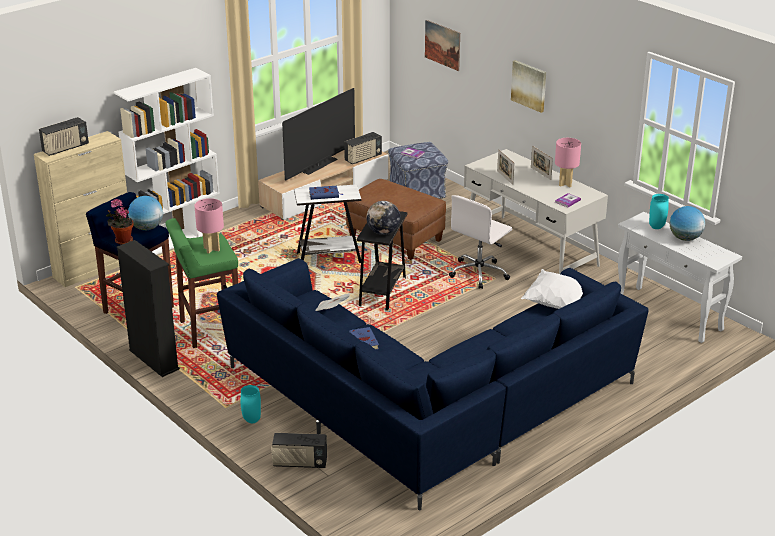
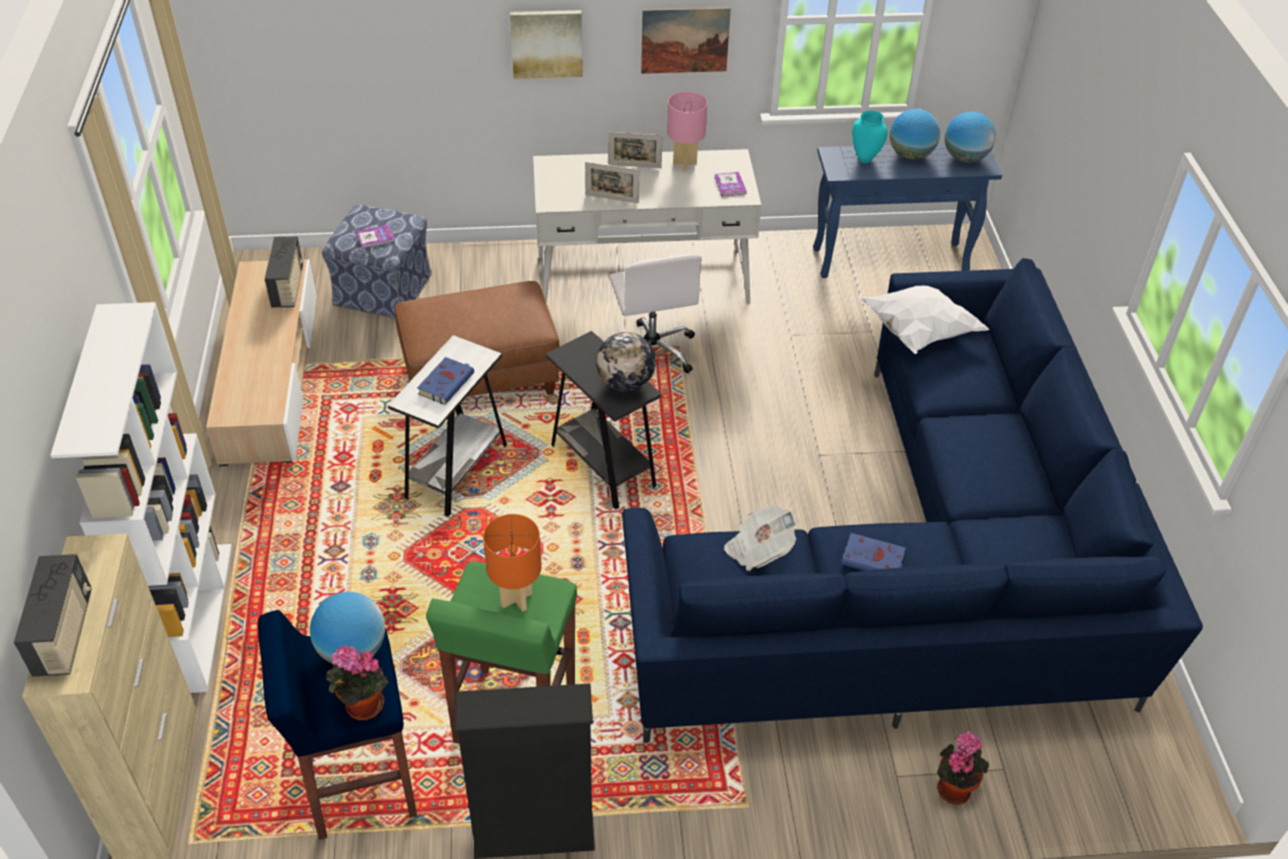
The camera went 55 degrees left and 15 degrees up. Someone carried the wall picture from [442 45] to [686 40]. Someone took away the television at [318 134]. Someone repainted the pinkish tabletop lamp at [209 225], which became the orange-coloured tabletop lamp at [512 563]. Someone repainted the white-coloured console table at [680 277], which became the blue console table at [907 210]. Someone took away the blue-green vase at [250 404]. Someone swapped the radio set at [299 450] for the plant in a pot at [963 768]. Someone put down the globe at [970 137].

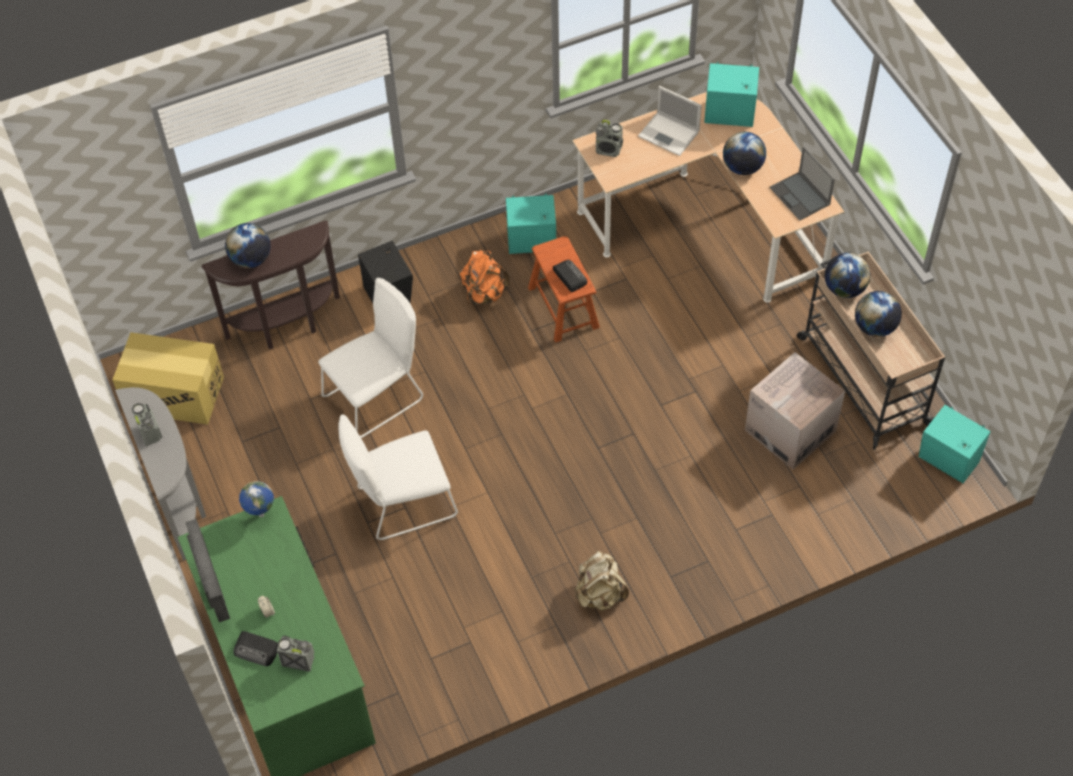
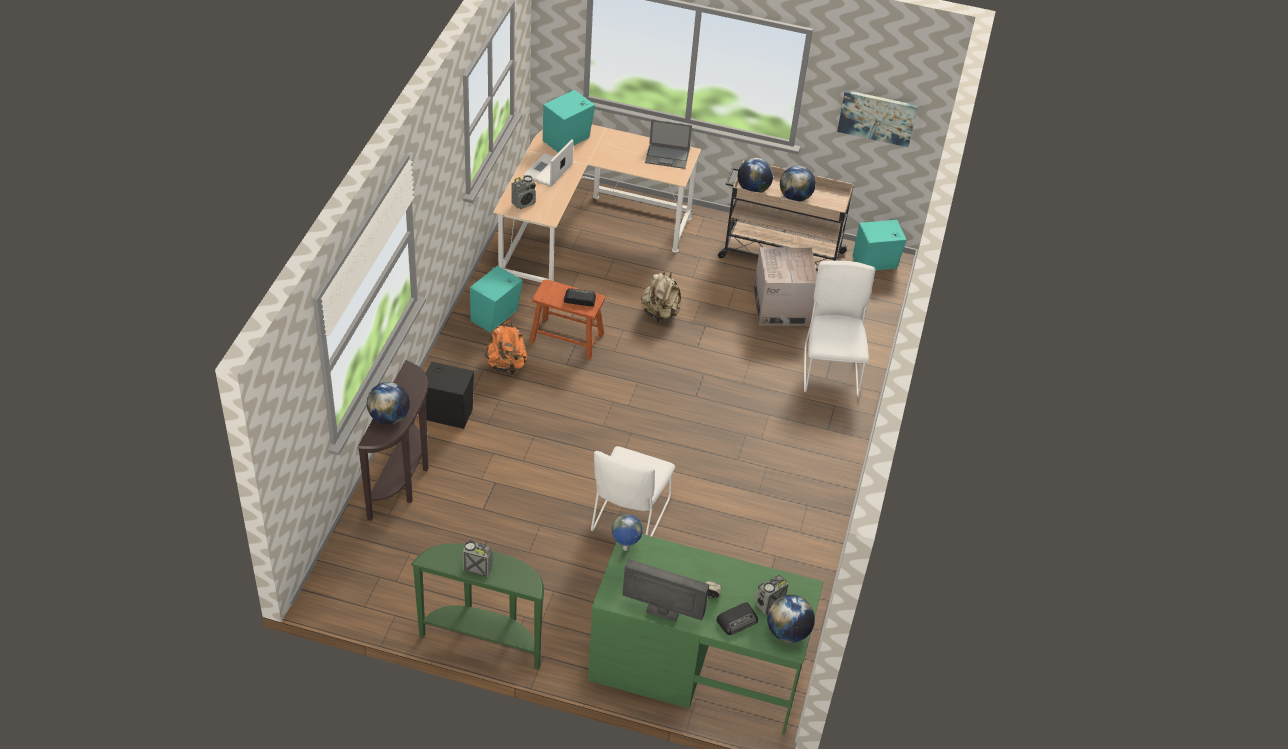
The camera went 55 degrees left and 10 degrees down. Someone rotated the notebook computer at [670 121] by 135 degrees clockwise. Someone carried the globe from [744 153] to [791 619]. Someone carried the white-coloured chair from [370 358] to [839 329]. Someone took away the cardboard box at [168 378]. Someone repainted the gray console table at [160 474], which became the green console table at [477 606]. Someone carried the sand-coloured knapsack from [602 581] to [661 296]. Someone put up the wall picture at [877 118].

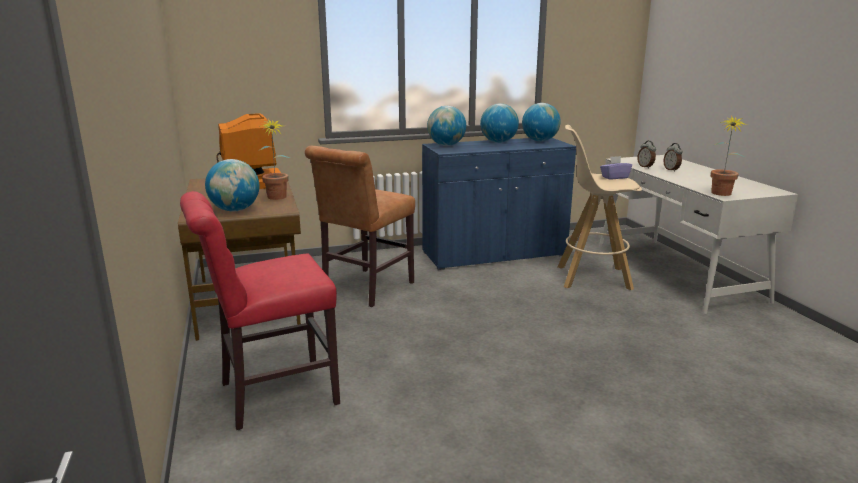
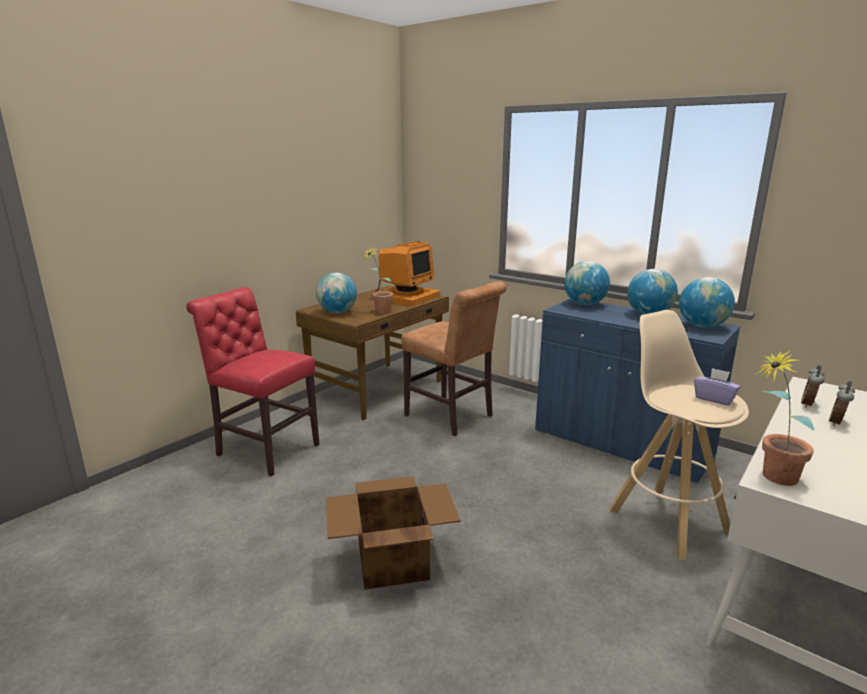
The camera went 55 degrees right and 0 degrees up. Someone rotated the brown-coloured chair at [360 226] by 135 degrees counterclockwise. Someone put down the cardboard box at [393 533].

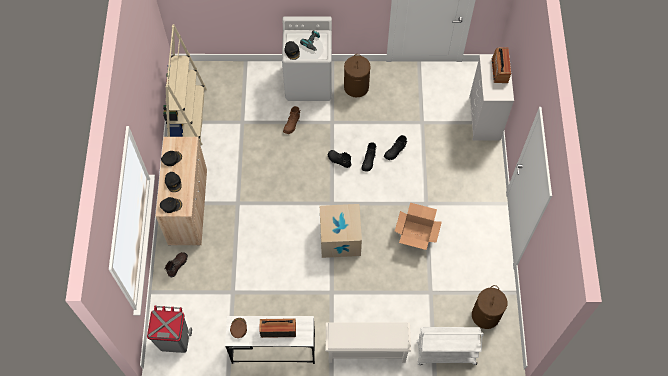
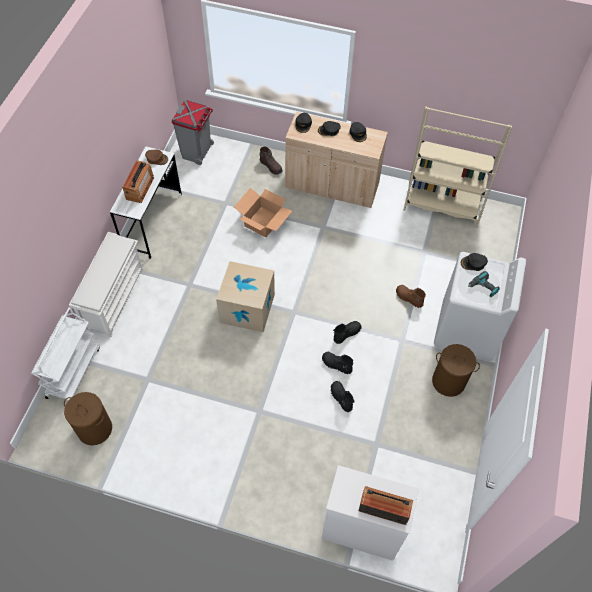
The camera went 105 degrees right and 5 degrees down. Someone carried the cardboard box from [418 226] to [263 213].

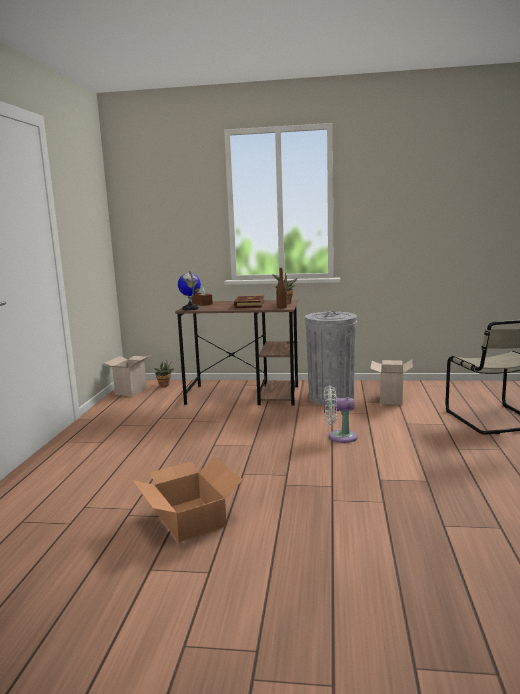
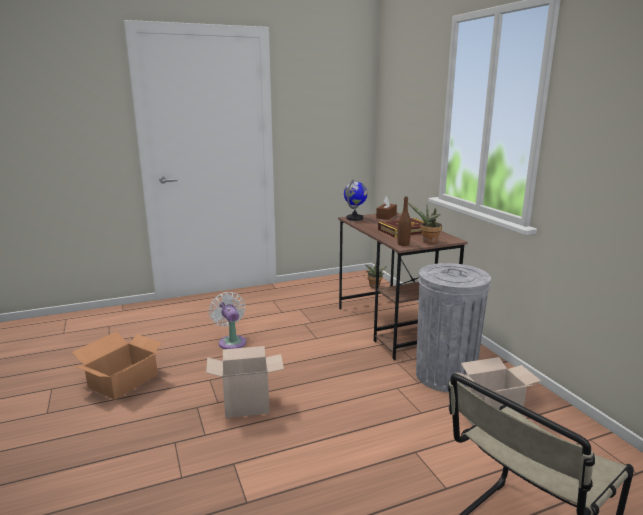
The camera went 60 degrees right and 5 degrees up. Someone carried the cardboard box from [127 376] to [245 382]. Someone carried the white-coloured cooling fan from [341 414] to [227 320].

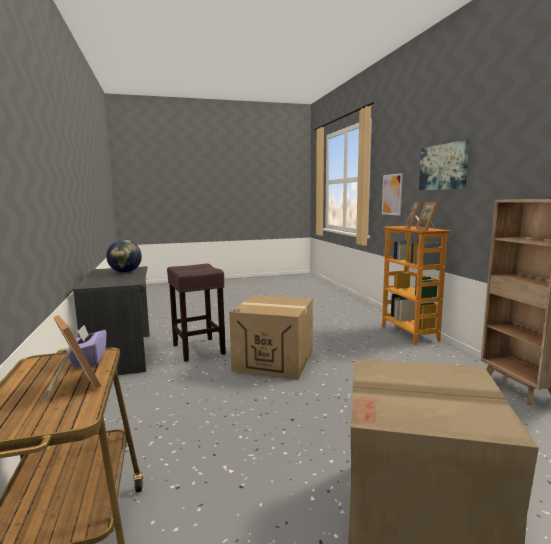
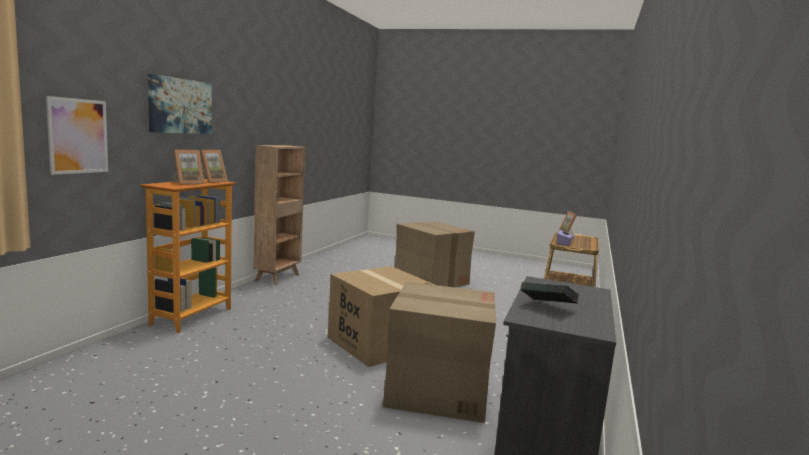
The camera went 145 degrees left and 0 degrees up. Someone swapped the globe at [124 256] for the book at [550 292]. Someone swapped the brown-coloured stool seat at [196 313] for the cardboard box at [439 352].

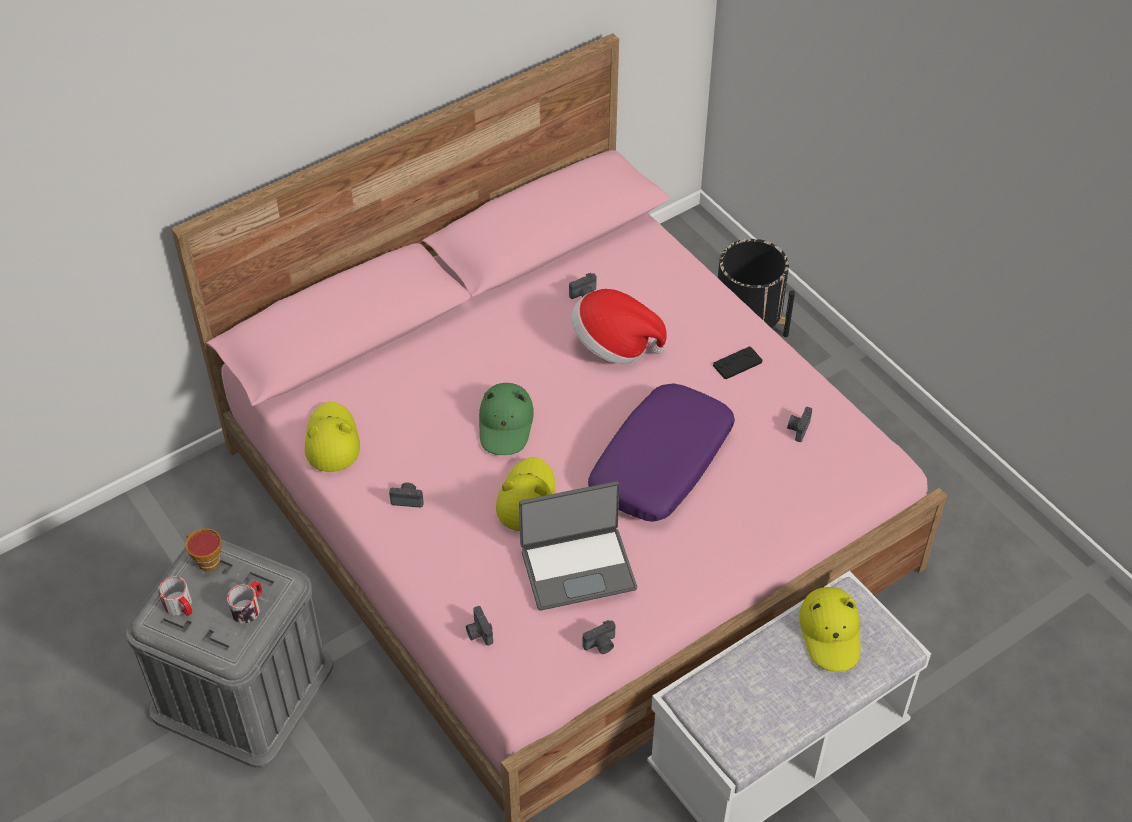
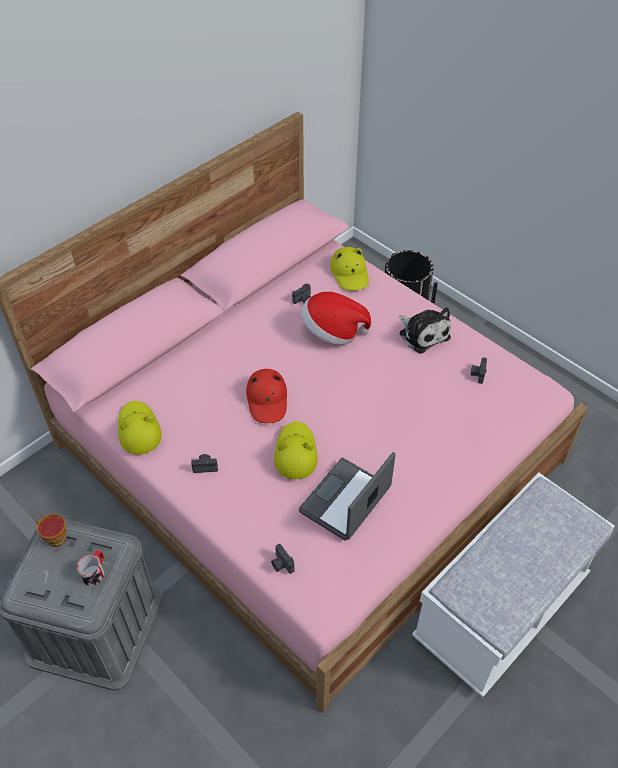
The camera went 10 degrees left and 0 degrees up. Someone swapped the blackish joypad at [737 362] for the plush toy at [425 331]. Someone repainted the green hat at [506 419], which became the red hat at [266 396]. Someone took away the purple-coloured pillow at [661 452]. Someone rotated the notebook computer at [578 546] by 150 degrees clockwise. Someone took away the coffee mug at [175 596]. Someone carried the yellow hat from [829 629] to [349 269]. Someone took away the photo camera at [598 637].

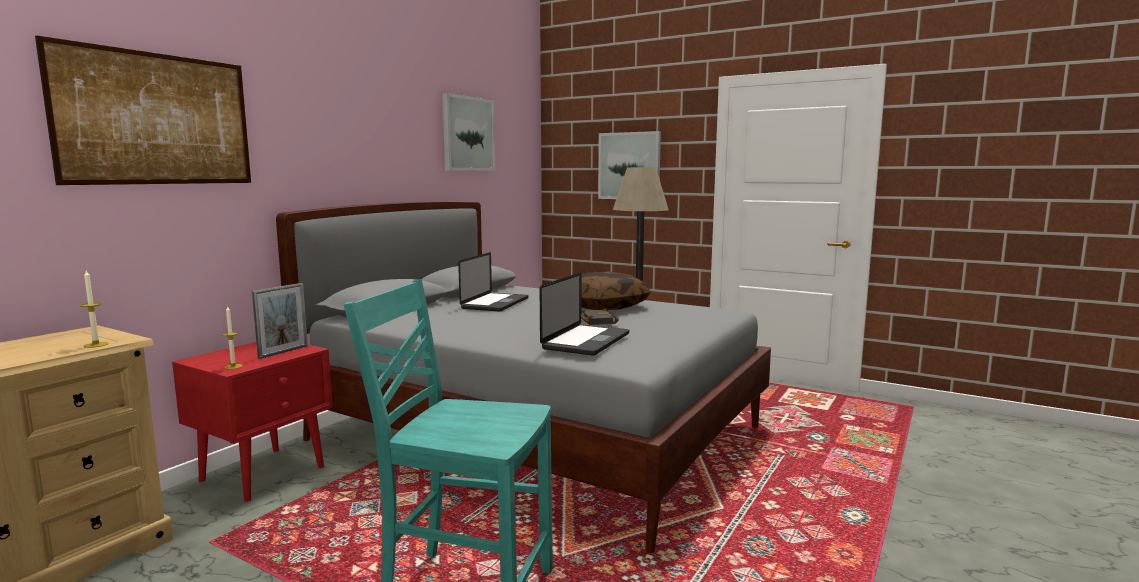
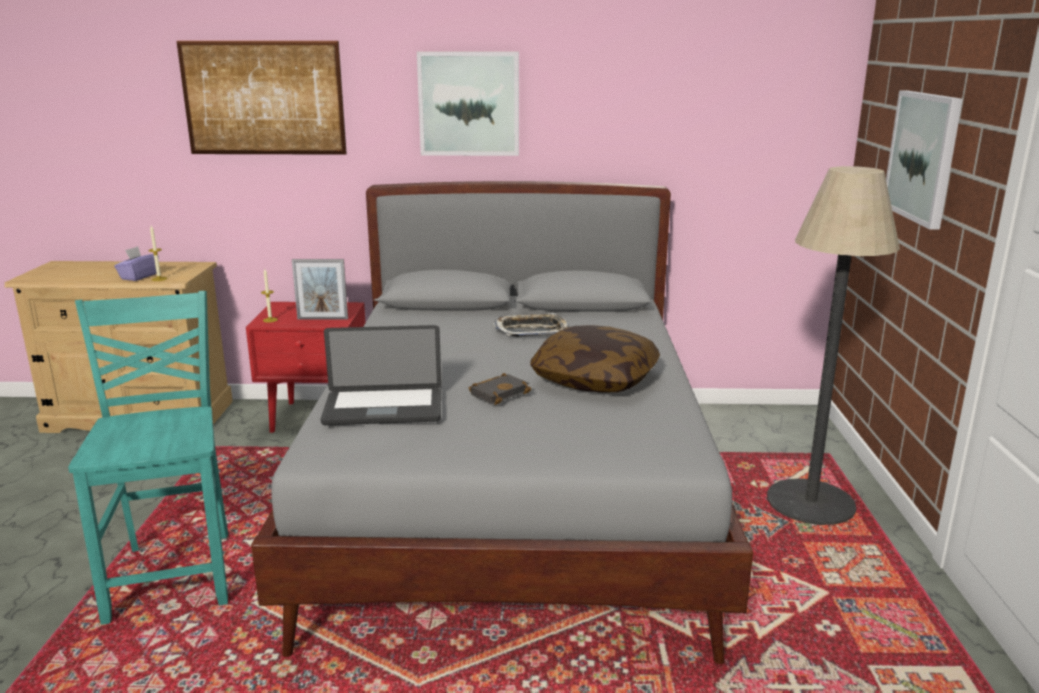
The camera went 60 degrees right and 10 degrees up. Someone carried the wall picture from [468 132] to [468 104]. Someone swapped the notebook computer at [493 282] for the carrying tray at [531 325]. Someone put down the purple-coloured tissue holder at [136 263].

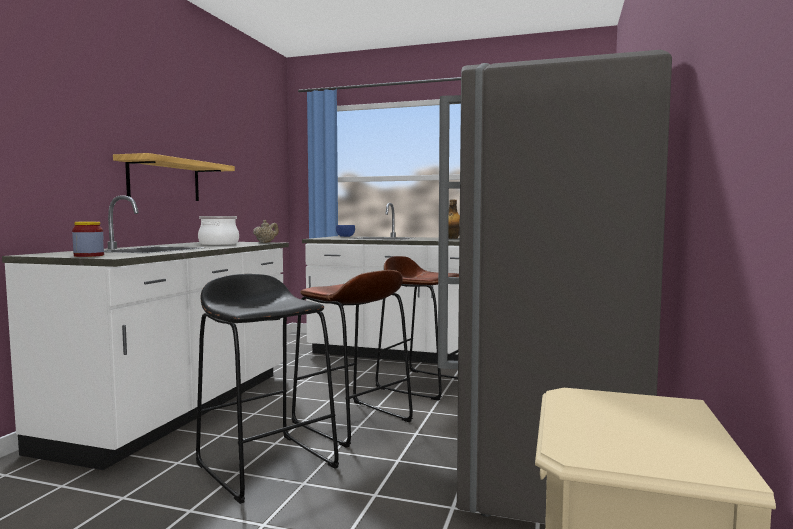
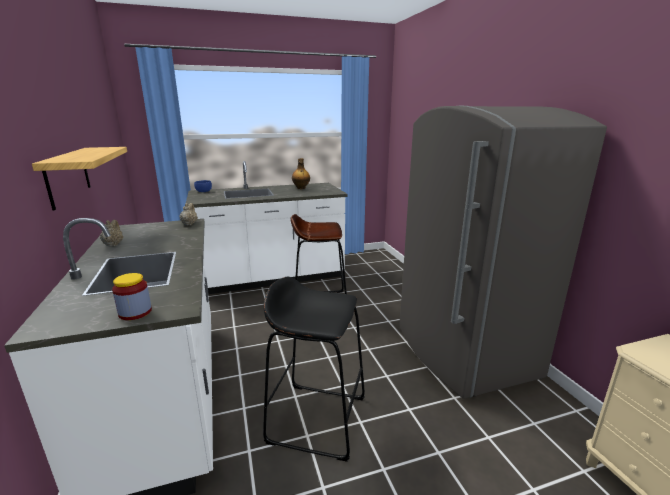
The camera went 35 degrees left and 15 degrees up. Someone took away the cooking pot at [218 230]. Someone took away the brown-coloured stool seat at [352 359]. Someone put down the sand-coloured teapot at [111 233].

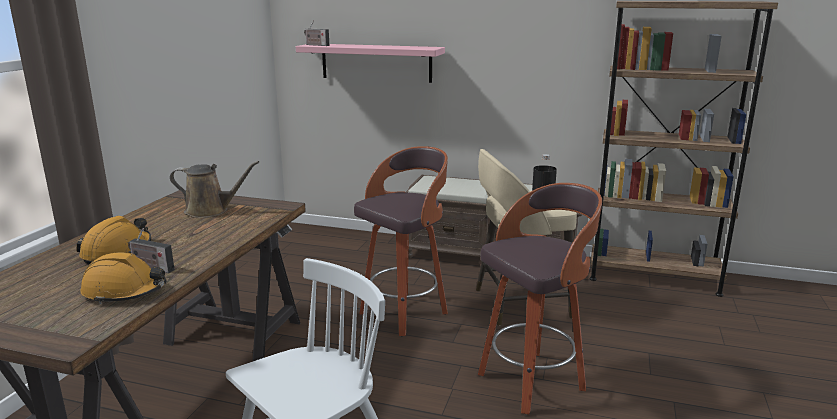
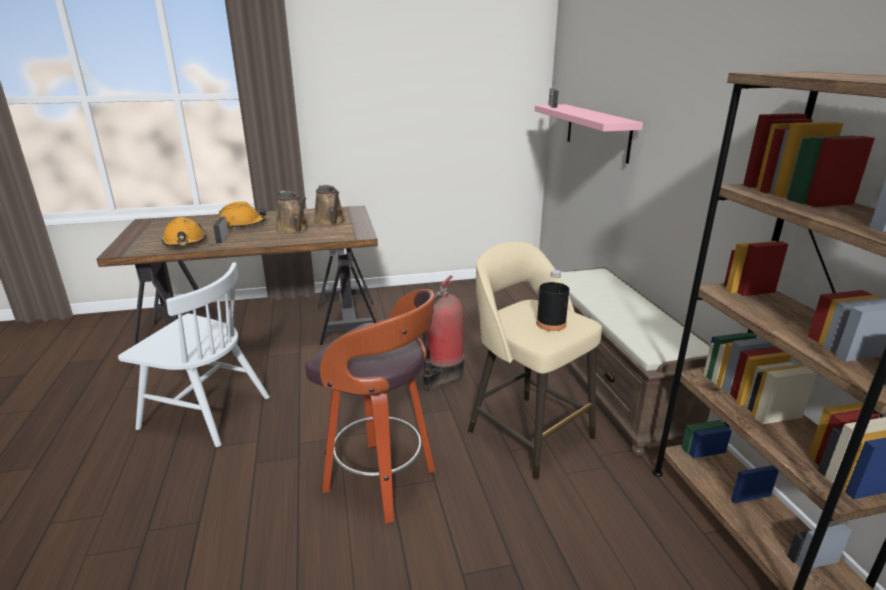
The camera went 60 degrees right and 5 degrees up. Someone swapped the stool seat at [401 241] for the fire extinguisher at [443 333]. Someone put down the brown-coloured sprinkling can at [292 212].

